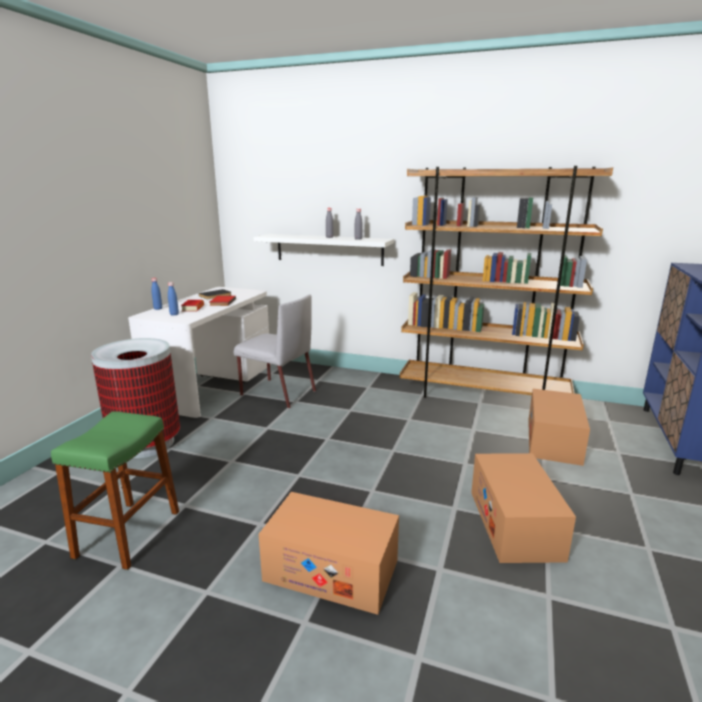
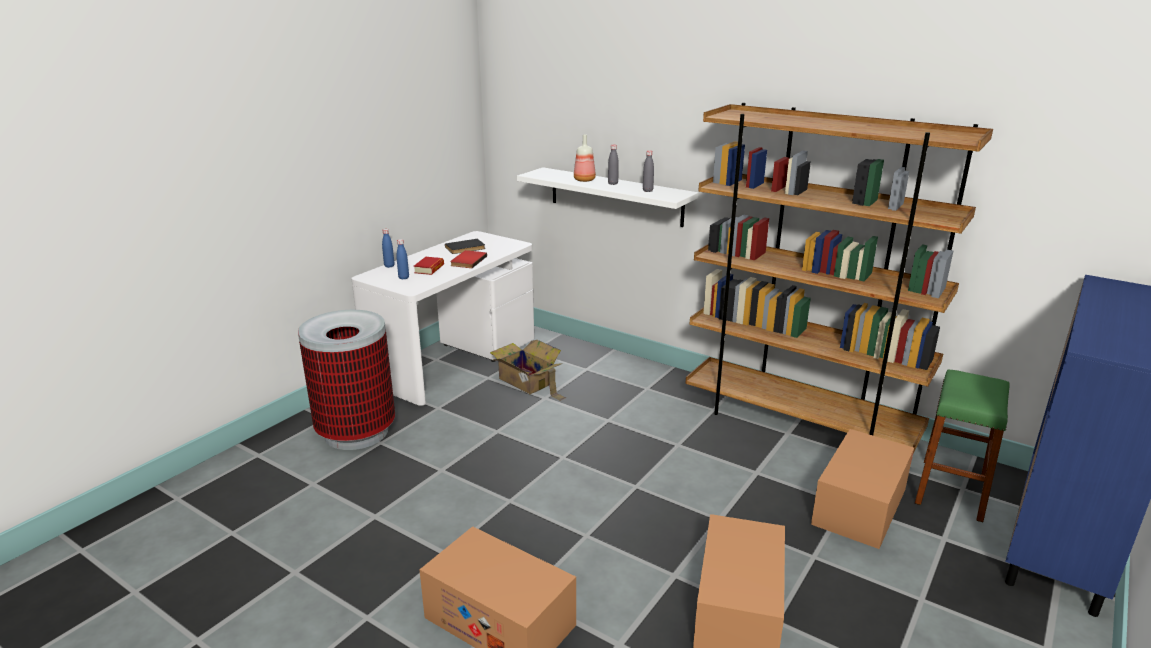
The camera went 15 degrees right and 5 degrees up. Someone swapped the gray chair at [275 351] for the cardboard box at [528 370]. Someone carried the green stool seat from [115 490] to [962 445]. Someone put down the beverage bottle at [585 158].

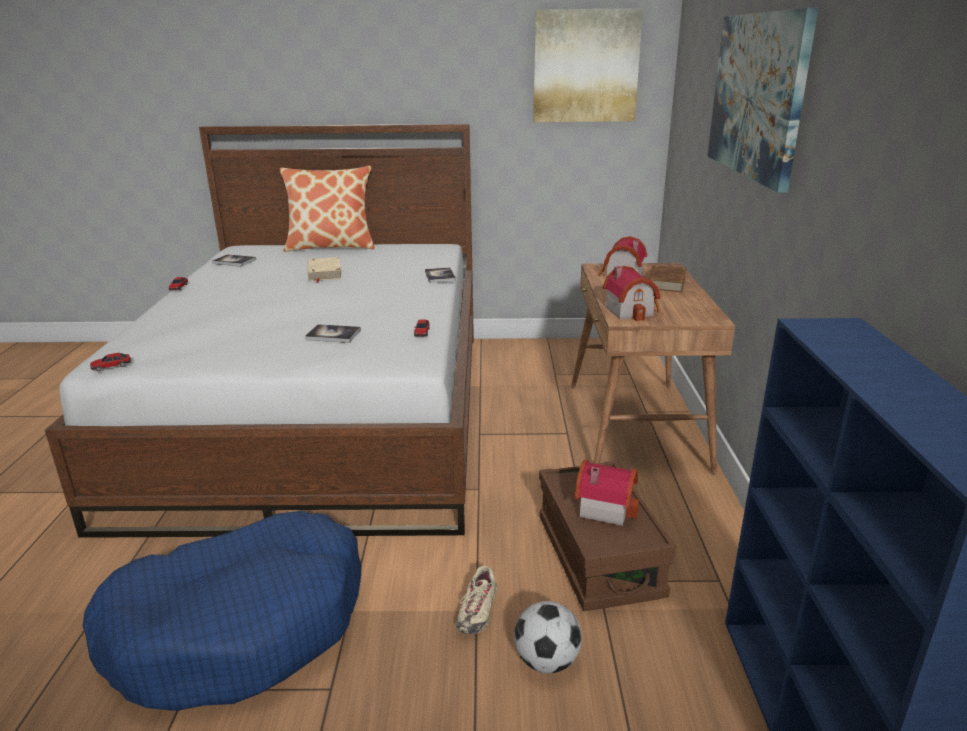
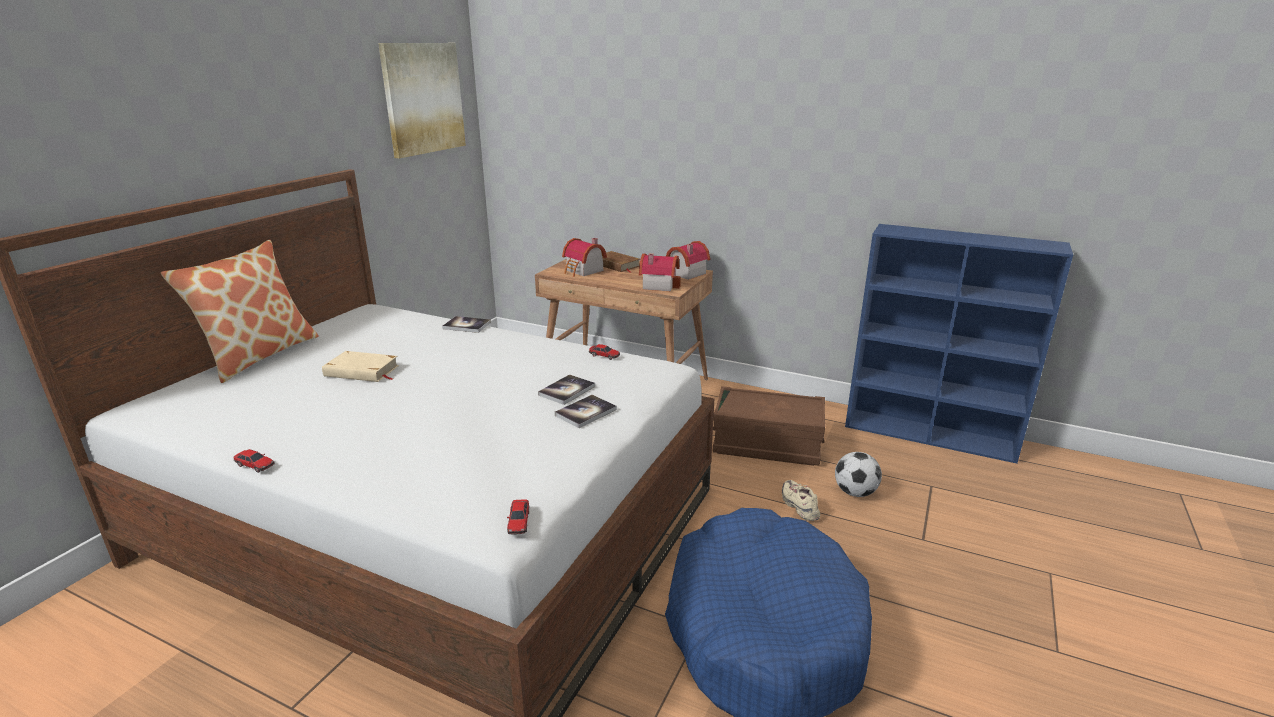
The camera went 65 degrees left and 0 degrees up. Someone took away the wall picture at [763 100]. Someone carried the book from [234 260] to [586 411]. Someone carried the model house from [607 493] to [688 260]. Someone rotated the sand-coloured low shoe at [476 600] by 150 degrees counterclockwise.

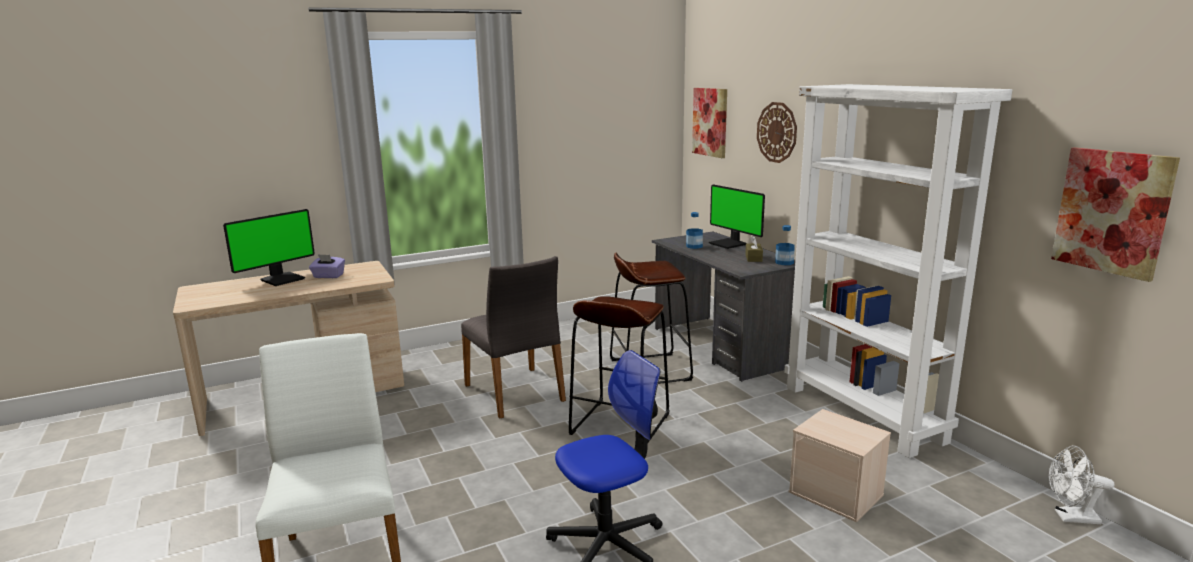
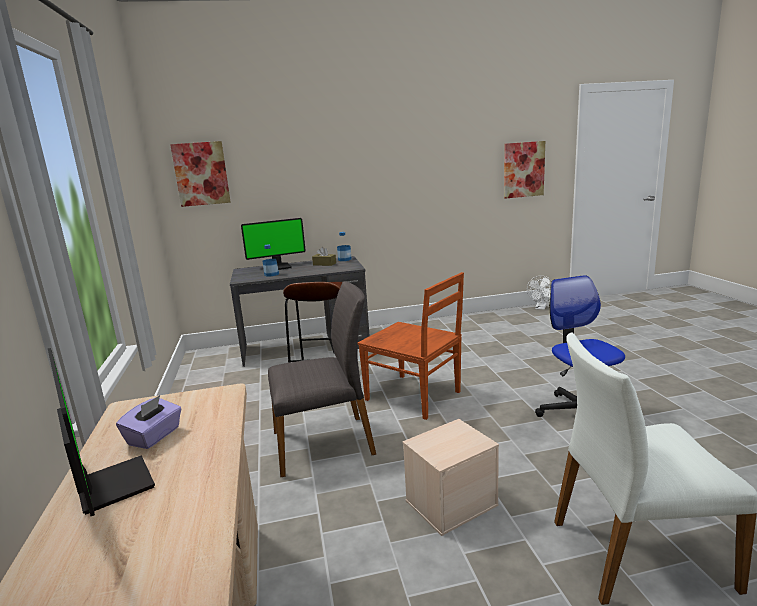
The camera went 75 degrees left and 0 degrees up. Someone took away the white-coloured shelving unit at [898 271]. Someone took away the clock on the wall at [777 132]. Someone swapped the brown-coloured stool seat at [619 369] for the brown-coloured chair at [411 346]. Someone carried the sand-coloured storage bin from [840 465] to [450 477].

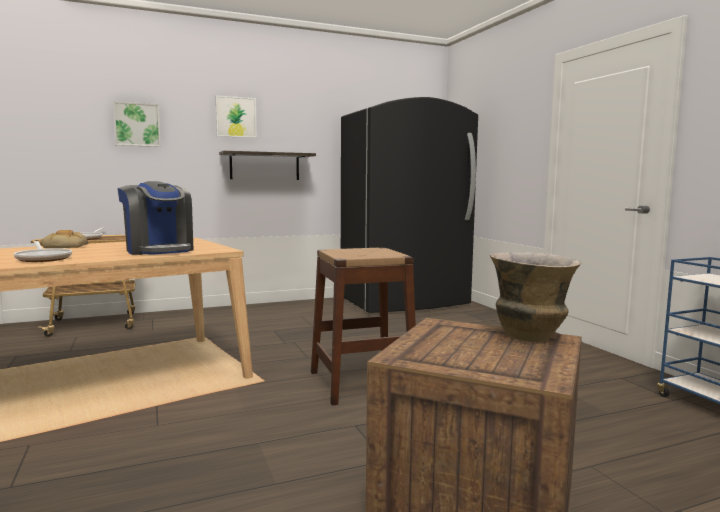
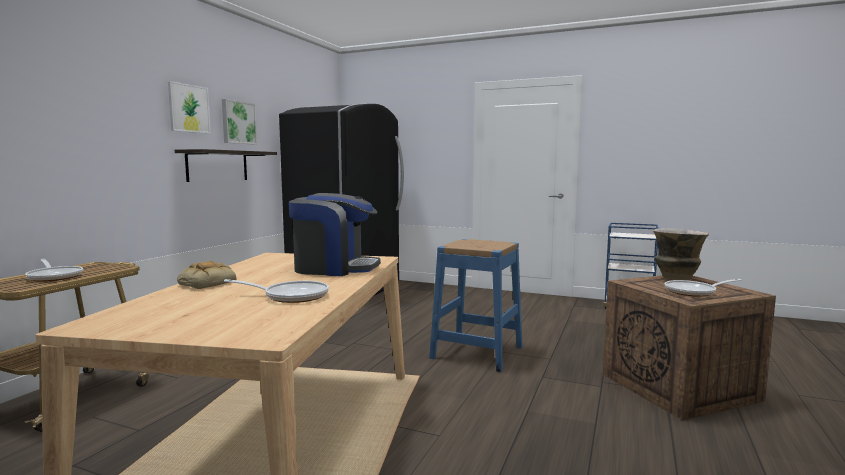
The camera went 45 degrees left and 0 degrees up. Someone carried the wall picture from [137 124] to [239 121]. Someone repainted the brown-coloured stool seat at [363 327], which became the blue stool seat at [476 305]. Someone put down the skillet at [702 288].

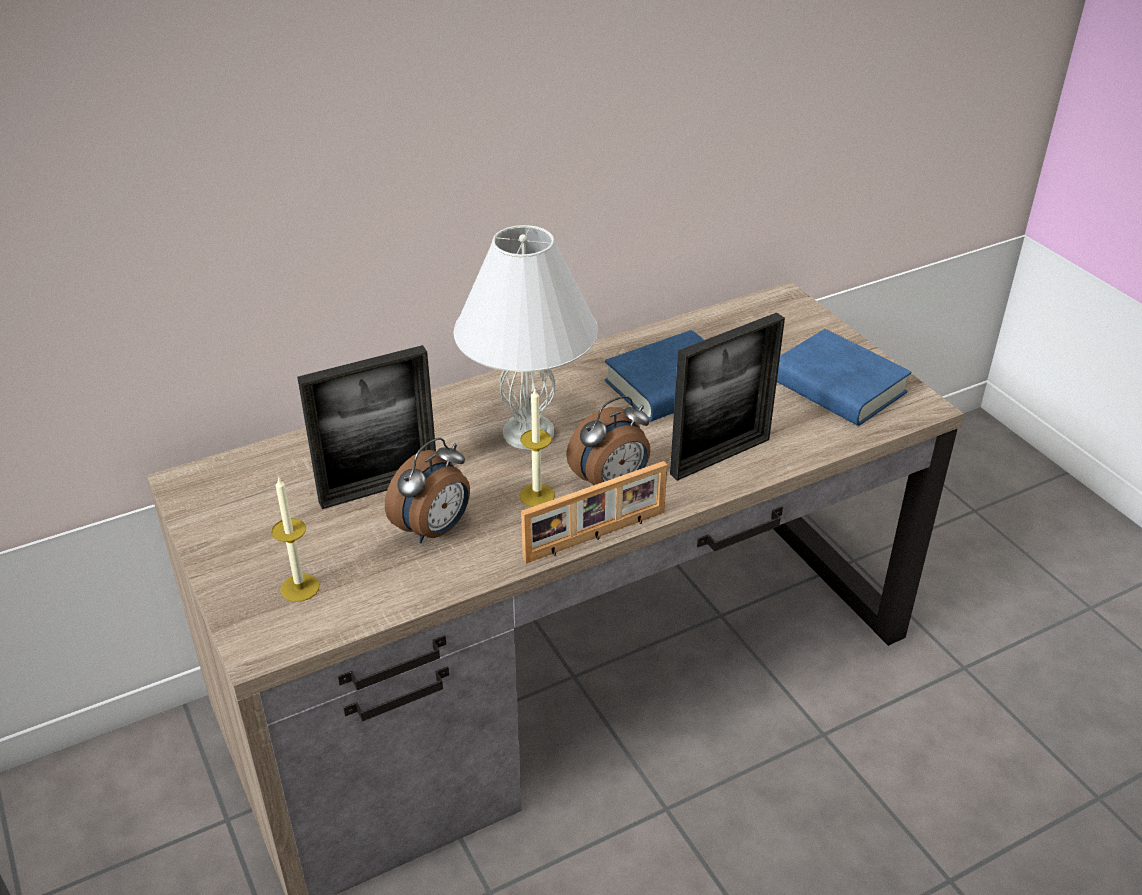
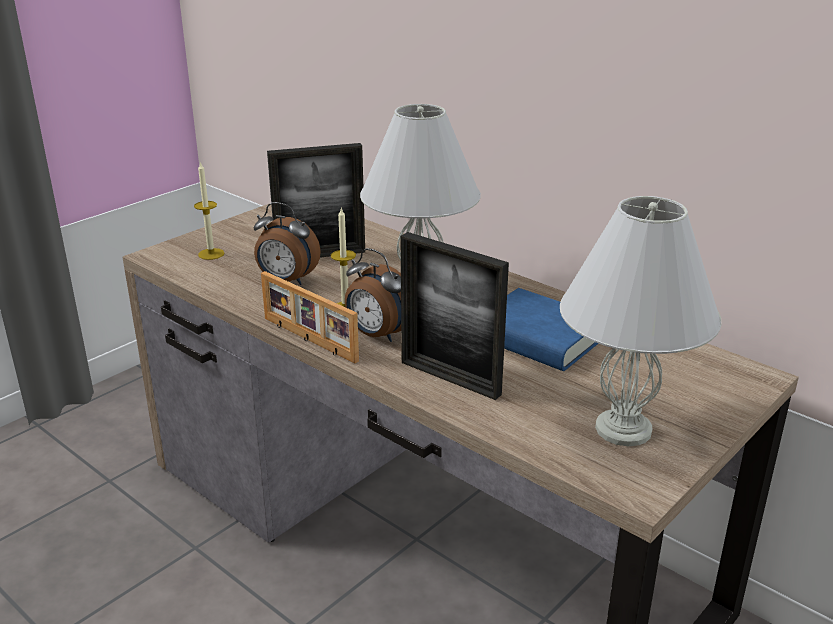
The camera went 70 degrees right and 10 degrees down. Someone swapped the blue book at [844 377] for the white-coloured tabletop lamp at [640 321]. Someone rotated the photo frame at [366 427] by 60 degrees counterclockwise.

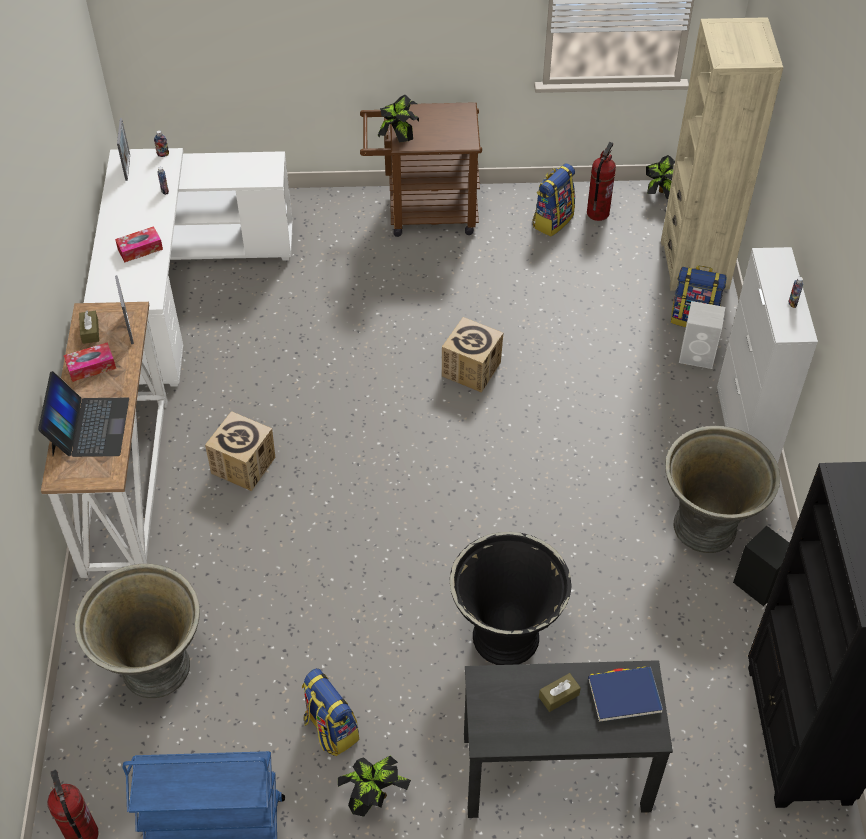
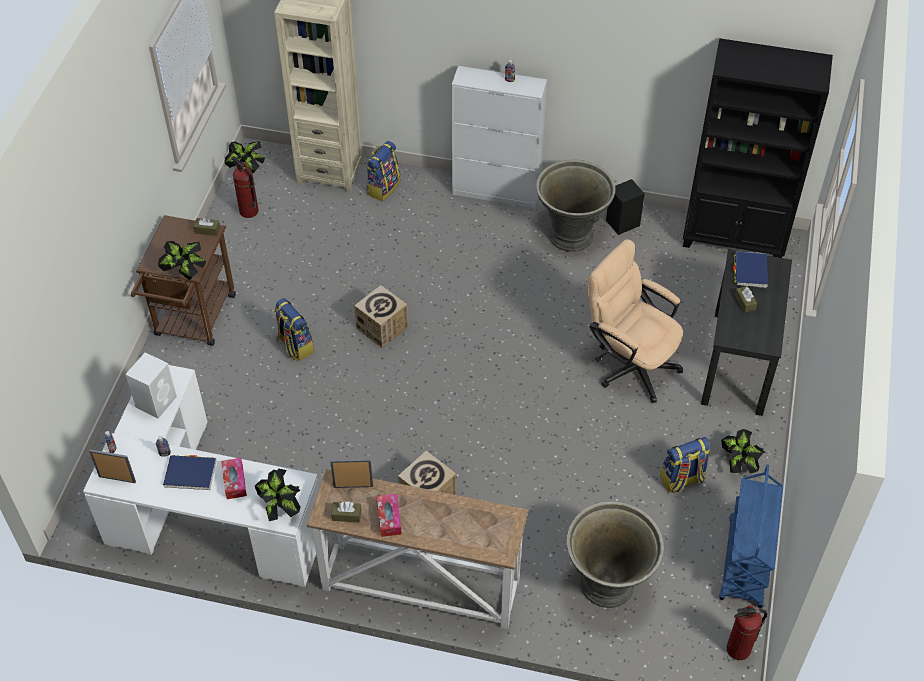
The camera went 75 degrees left and 0 degrees up. Someone carried the knapsack from [553 199] to [294 329]. Someone carried the white-coloured audio speaker from [702 335] to [151 385]. Someone took away the notebook computer at [83 414]. Someone swapped the blackish plant pot at [511 598] for the sand-coloured desk chair at [635 321]. Someone put down the brown-coloured tissue holder at [206 226]. Someone put down the blue book at [189 472]. Someone put down the plant in a pot at [278 494].

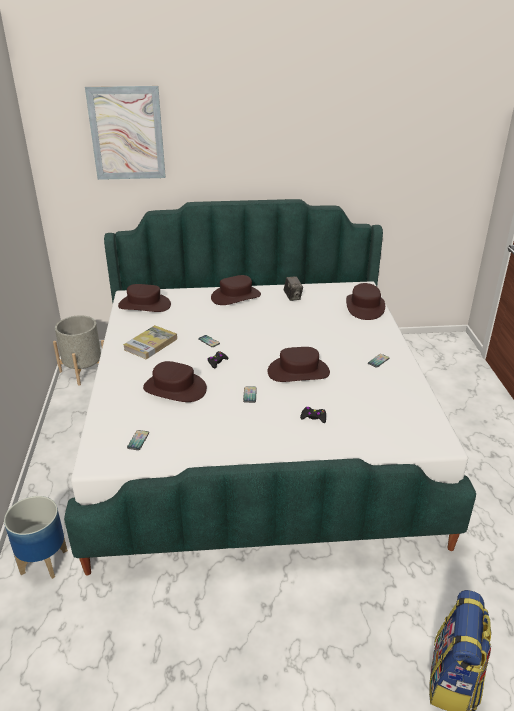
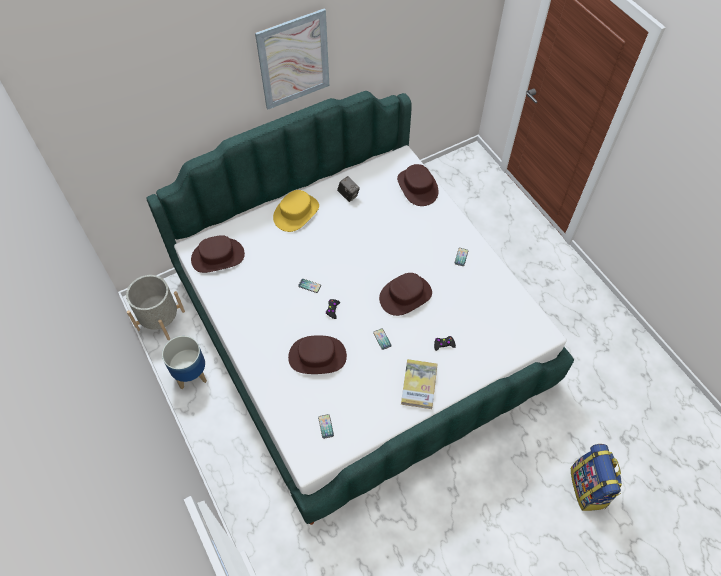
The camera went 25 degrees left and 25 degrees up. Someone carried the wall picture from [125 133] to [292 59]. Someone repainted the brown-coloured hat at [236 290], which became the yellow hat at [296 211]. Someone carried the book from [150 342] to [419 384]. Someone carried the plant pot from [36 537] to [184 363].

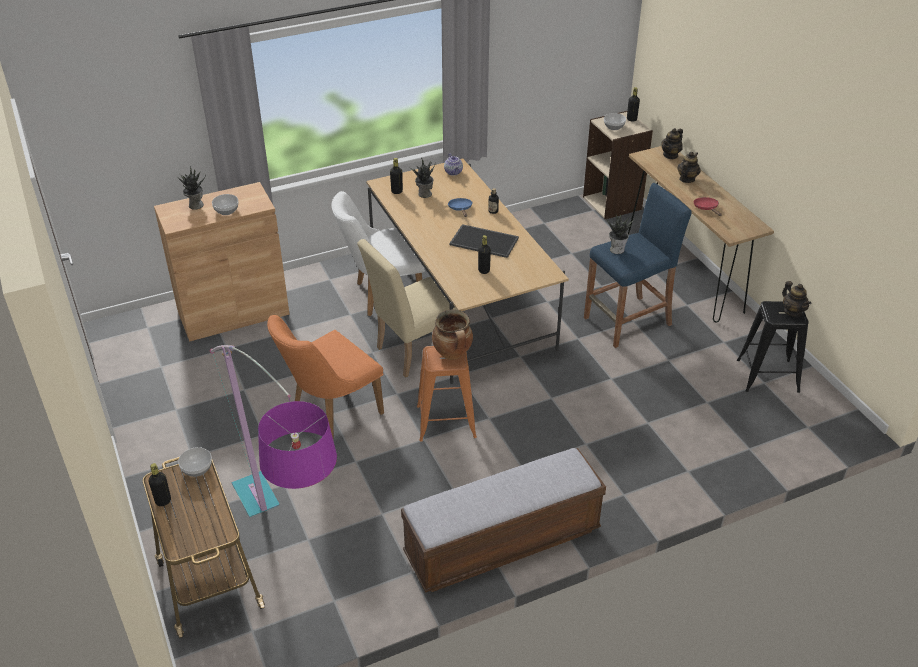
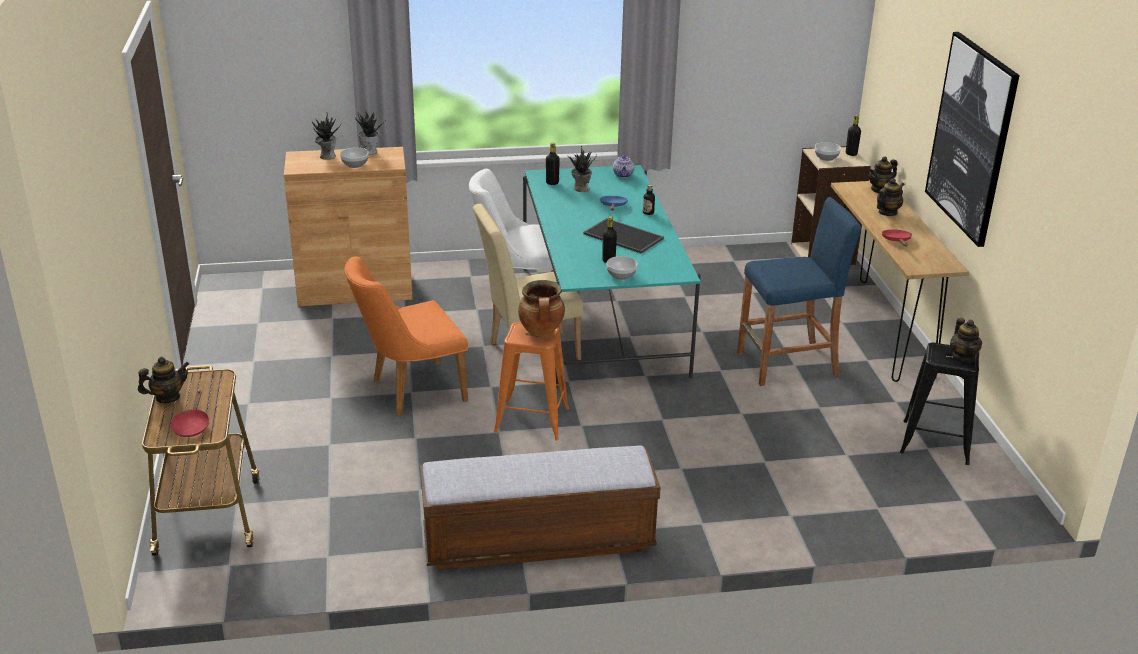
The camera went 15 degrees right and 10 degrees down. Someone repainted the sand-coloured dining table at [467 271], which became the blue-green dining table at [612 276]. Someone carried the plant in a pot from [619 234] to [370 133]. Someone took away the floor lamp at [273 431]. Someone carried the bowl from [195 462] to [622 268]. Someone swapped the blackish beverage bottle at [160 484] for the teapot at [163 379]. Someone put up the wall picture at [972 139]. Someone put down the red skillet at [190 413].

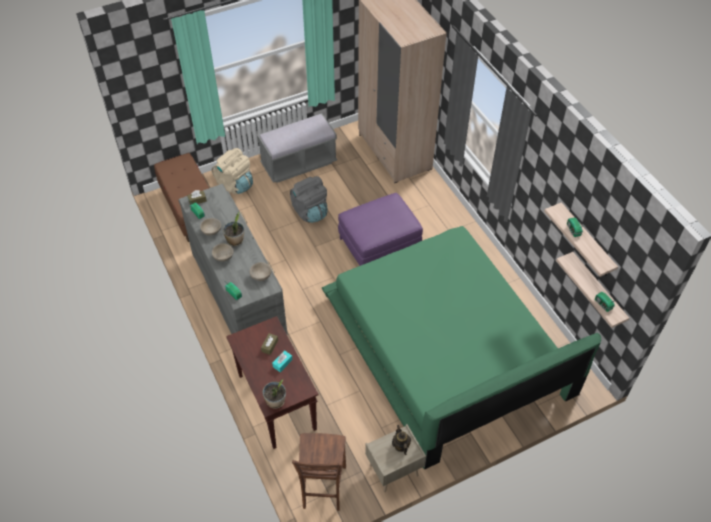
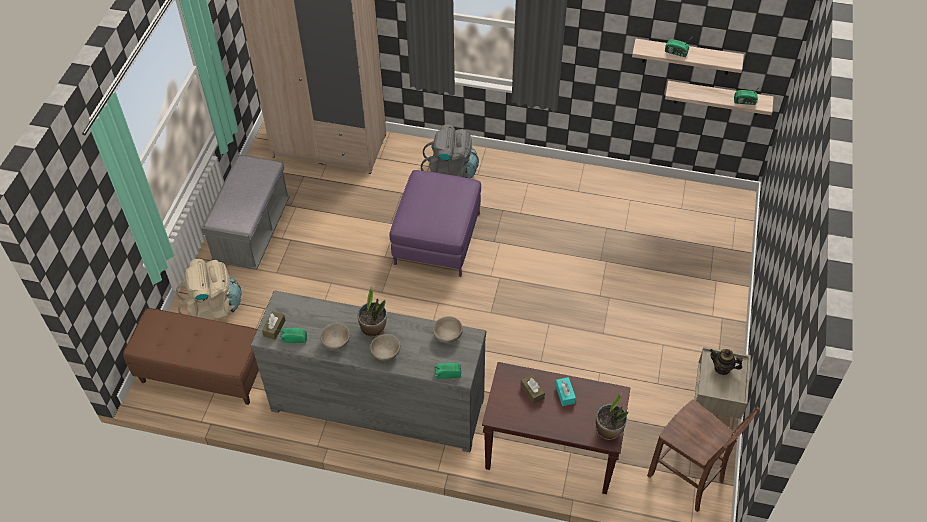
The camera went 50 degrees left and 0 degrees up. Someone carried the gray knapsack from [308 199] to [450 151]. Someone took away the green sleeping bed at [461 348].

